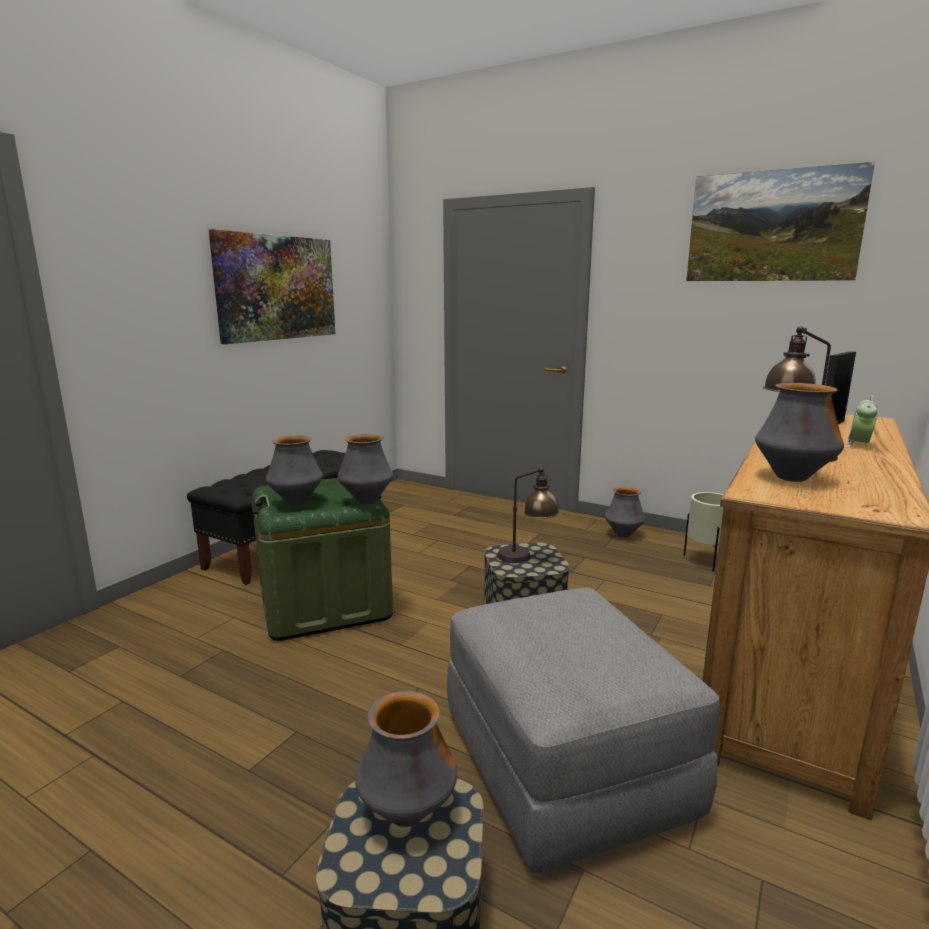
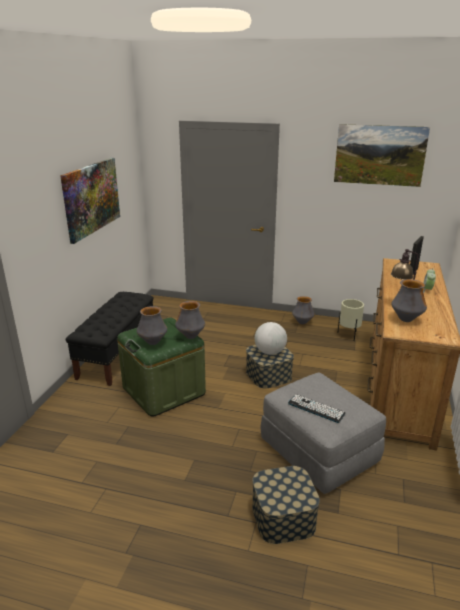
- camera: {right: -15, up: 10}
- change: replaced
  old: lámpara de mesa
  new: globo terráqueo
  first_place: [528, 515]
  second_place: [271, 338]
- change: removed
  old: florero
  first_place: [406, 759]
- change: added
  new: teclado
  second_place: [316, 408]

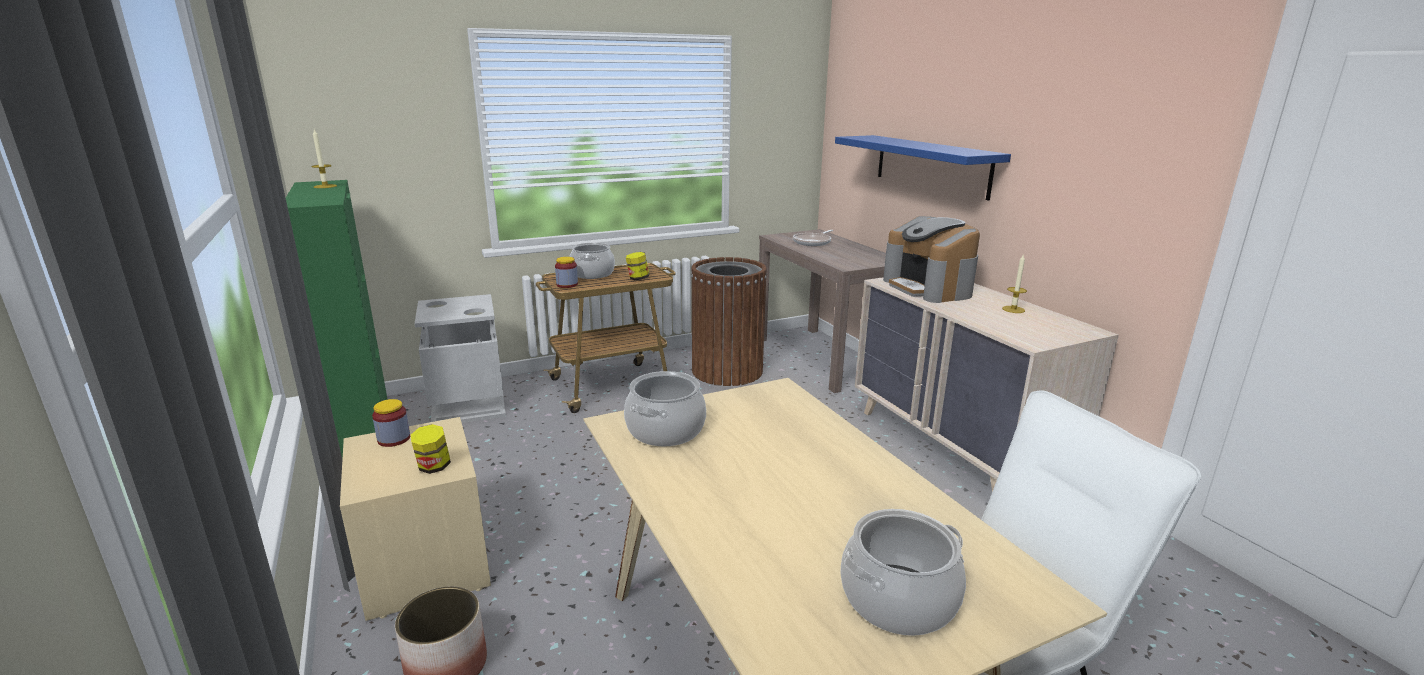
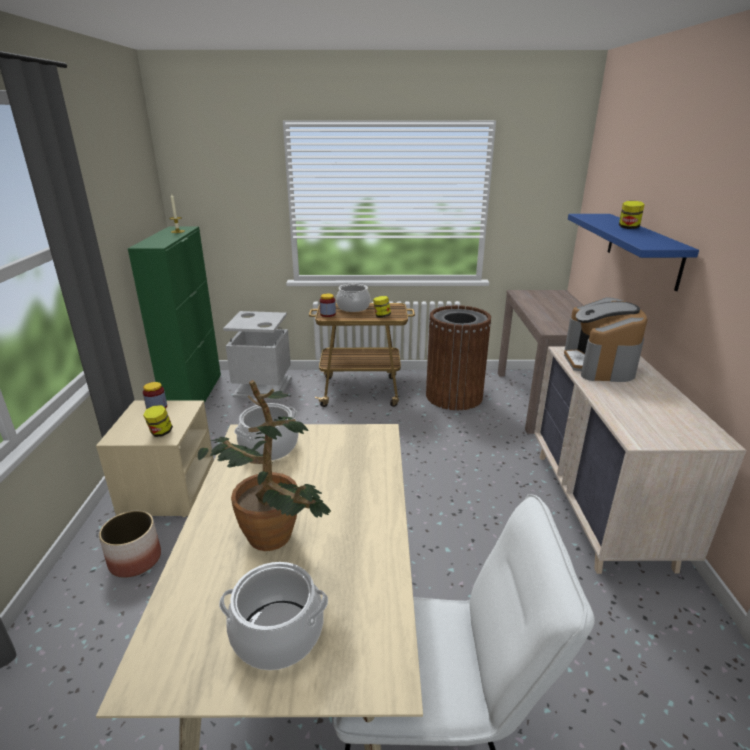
- camera: {right: 25, up: 5}
- change: removed
  old: sartén
  first_place: [813, 238]
- change: removed
  old: vela
  first_place: [1014, 284]
- change: added
  new: tarro
  second_place: [632, 215]
- change: added
  new: planta en maceta
  second_place: [264, 465]

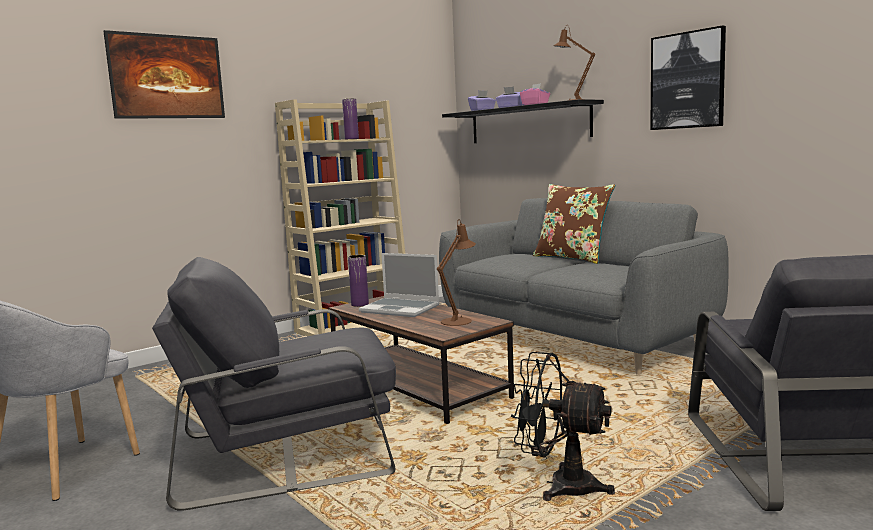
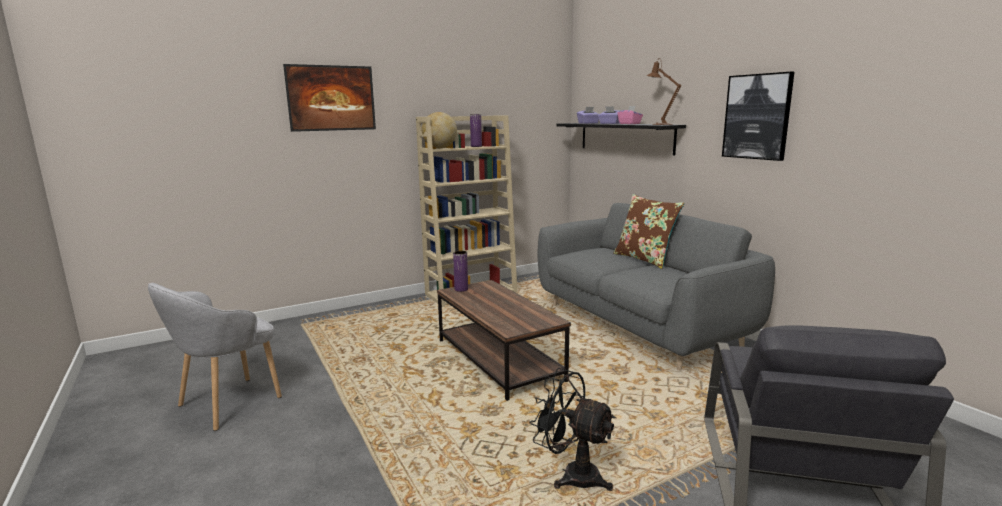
- camera: {right: 10, up: 5}
- change: removed
  old: lámpara de mesa/marrón
  first_place: [456, 272]
- change: removed
  old: portátil
  first_place: [399, 285]
- change: removed
  old: sillón/gris
  first_place: [274, 384]
- change: added
  new: globo terráqueo
  second_place: [439, 130]

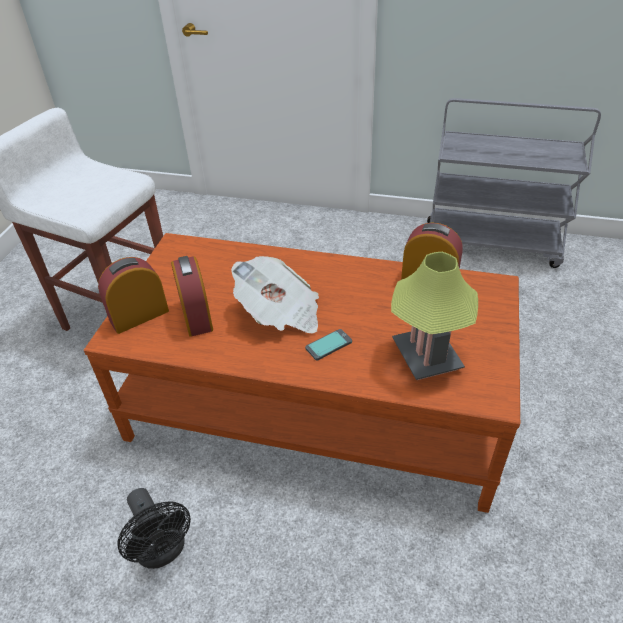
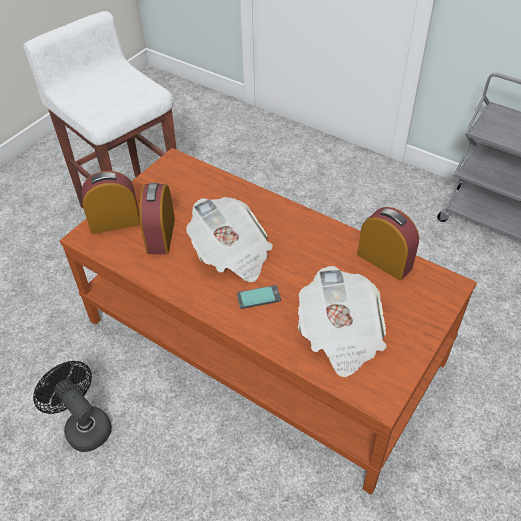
- camera: {right: 20, up: 5}
- change: replaced
  old: lámpara de mesa
  new: periódico
  first_place: [434, 316]
  second_place: [342, 321]
- change: turned
  old: ventilador/negro
  first_place: [154, 528]
  second_place: [72, 406]
  degrees: 150

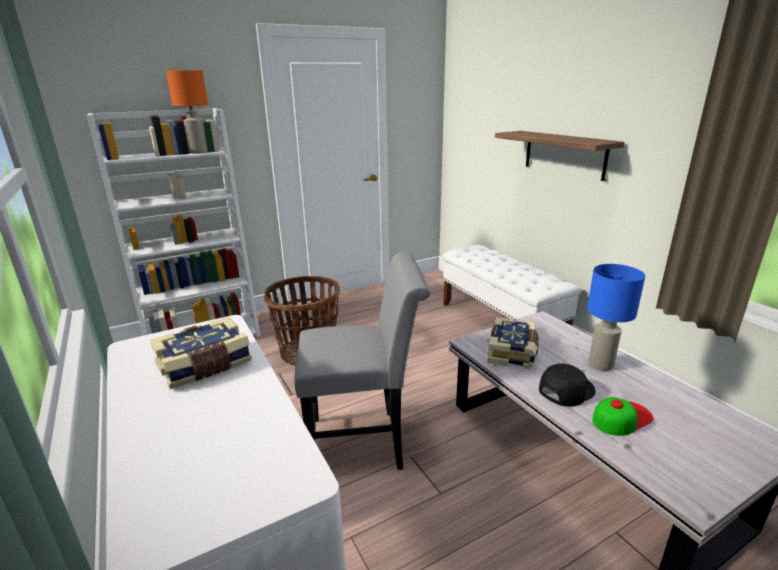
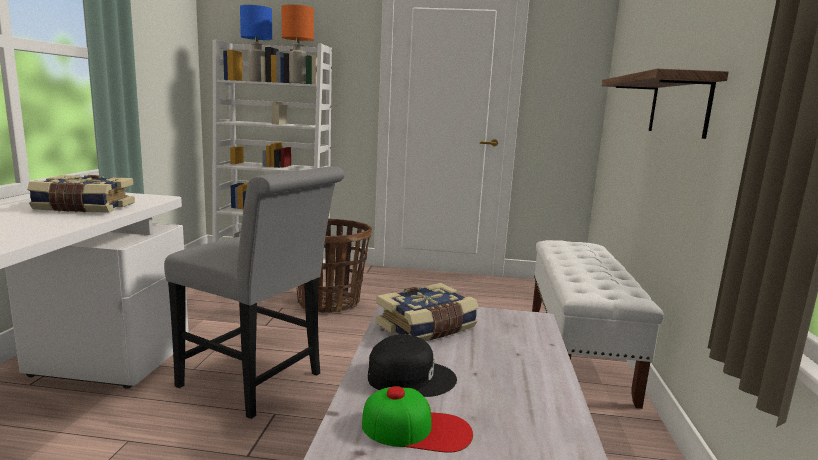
- camera: {right: 35, up: -10}
- change: moved
  old: lámpara de mesa/azul
  first_place: [616, 317]
  second_place: [256, 43]

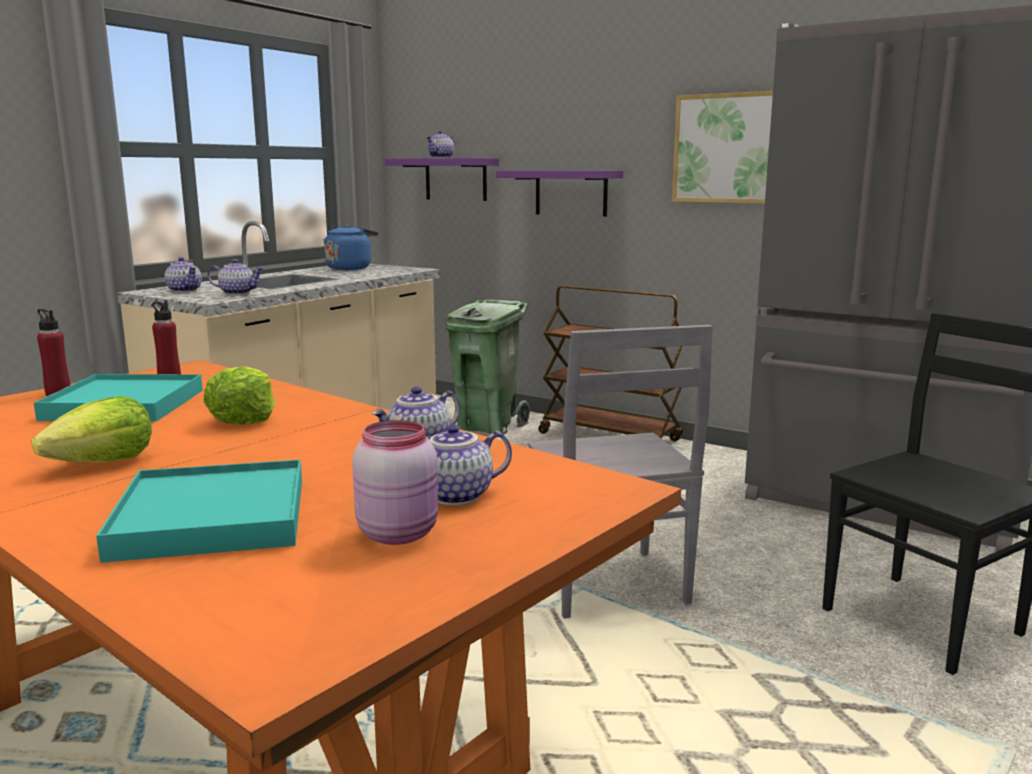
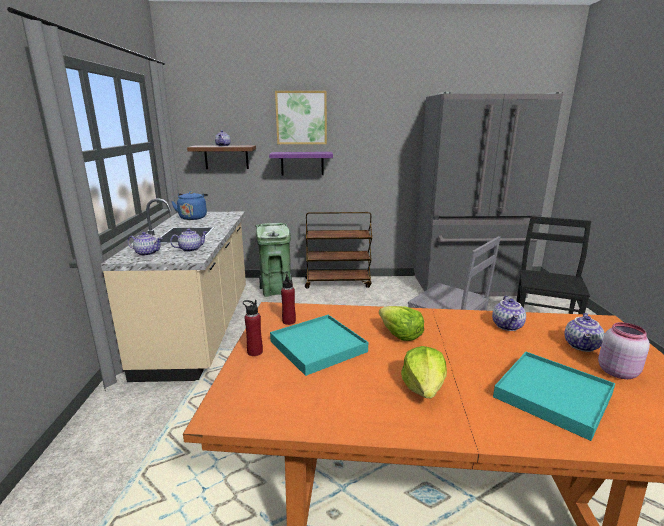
- camera: {right: -35, up: 5}
- change: moved
  old: cuadro
  first_place: [722, 147]
  second_place: [301, 117]
- change: recoloured
  old: estante/morado
  new: estante/marrón
  first_place: [442, 179]
  second_place: [221, 157]

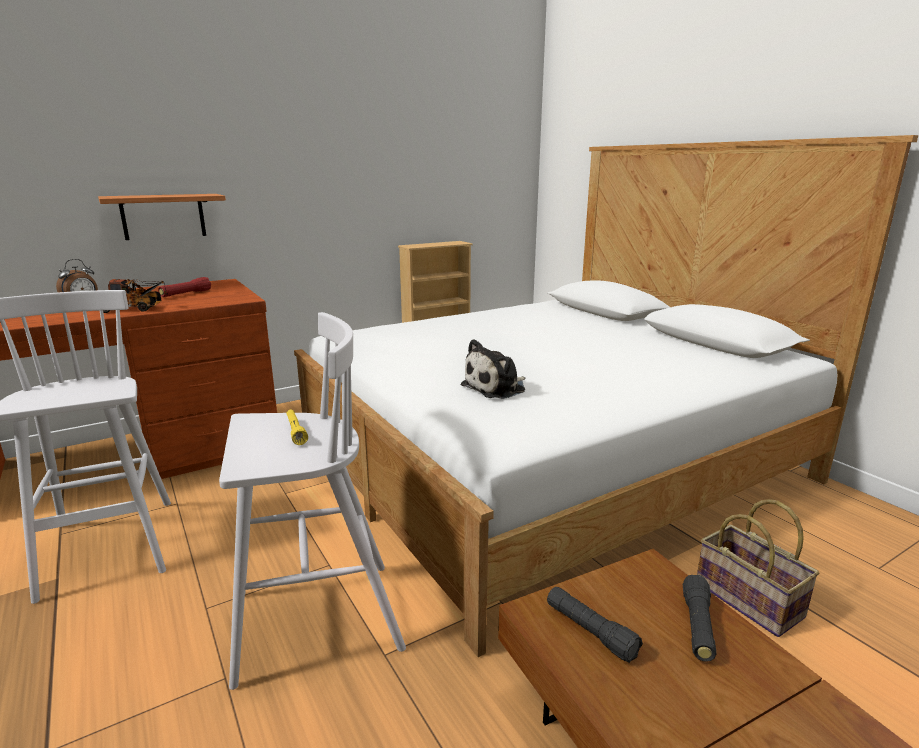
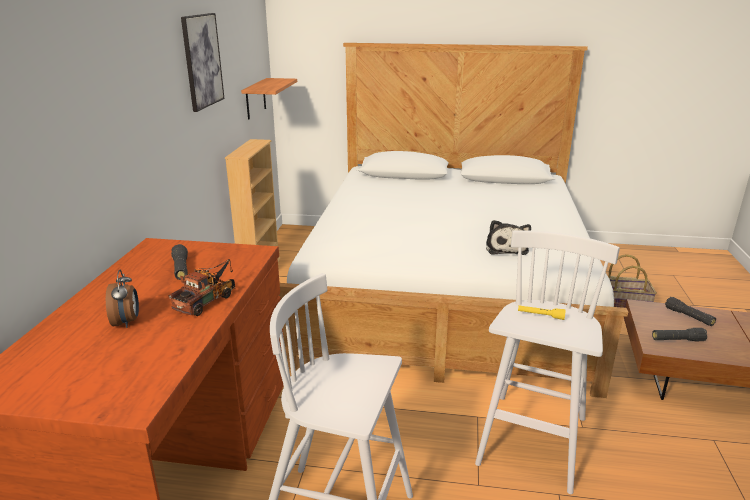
- camera: {right: -50, up: 5}
- change: moved
  old: estante
  first_place: [162, 217]
  second_place: [269, 98]
- change: recoloured
  old: linterna/rojo
  new: linterna/negro
  first_place: [184, 287]
  second_place: [179, 262]
- change: added
  new: cuadro
  second_place: [202, 62]

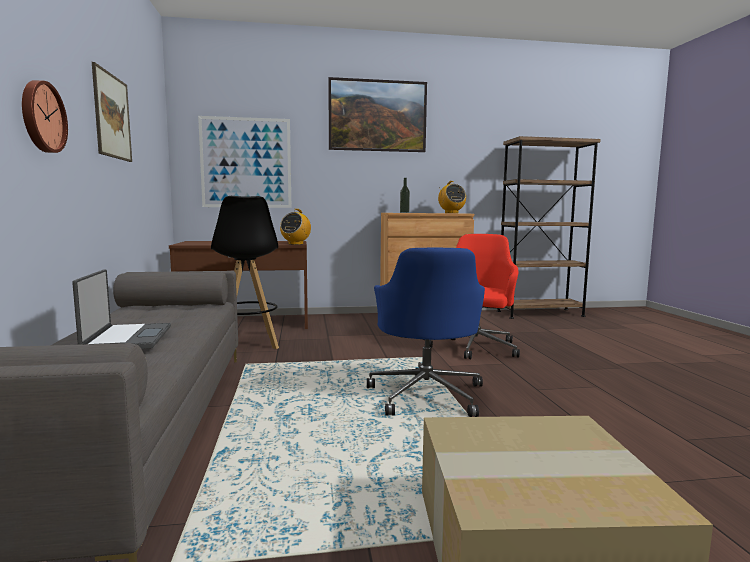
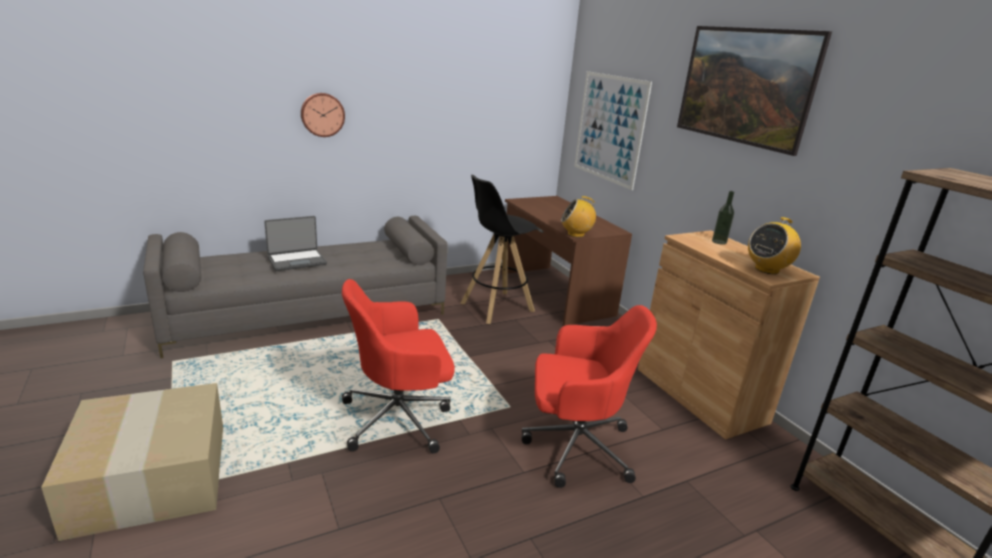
- camera: {right: 70, up: 15}
- change: removed
  old: cuadro
  first_place: [112, 112]
- change: recoloured
  old: silla de oficina/azul
  new: silla de oficina/rojo
  first_place: [426, 332]
  second_place: [398, 366]

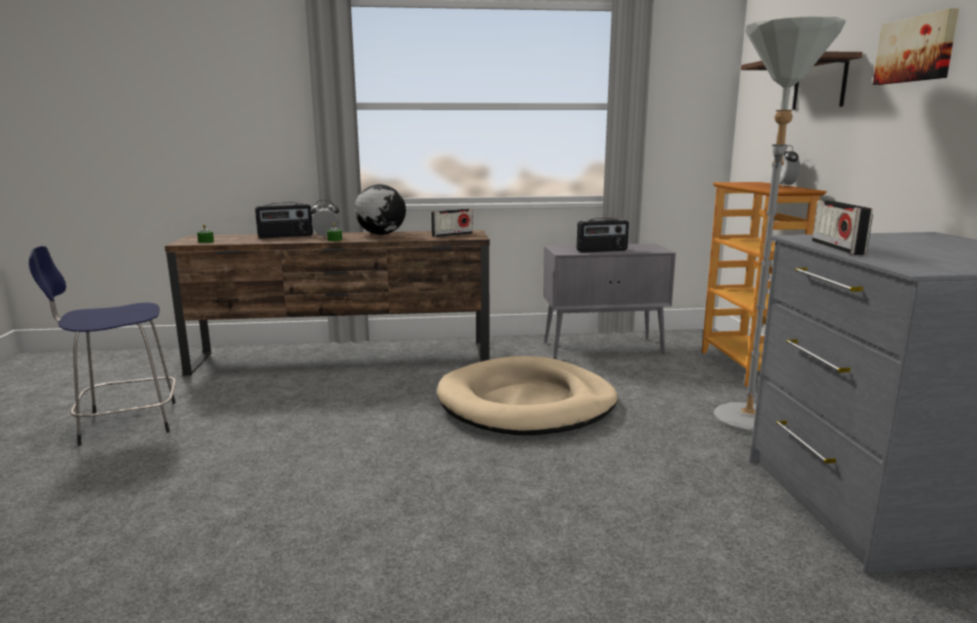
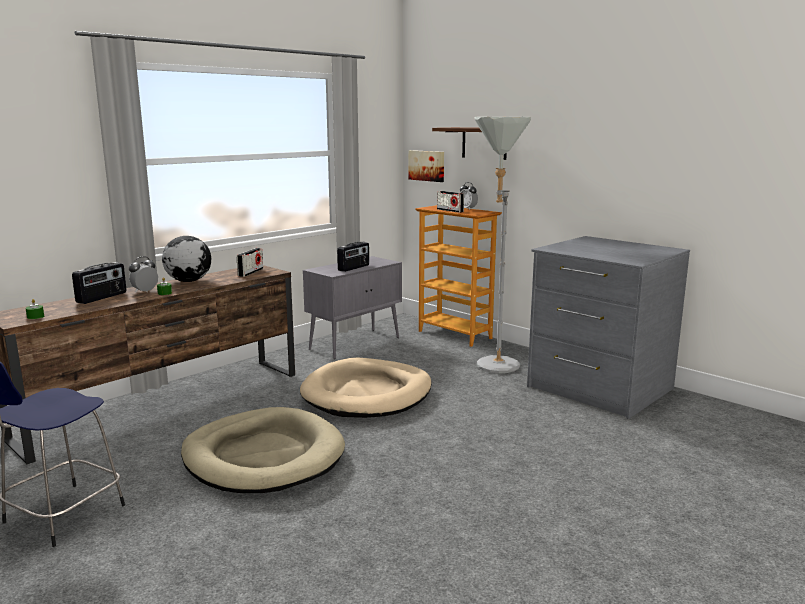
- camera: {right: -40, up: 0}
- change: moved
  old: cuadro
  first_place: [916, 46]
  second_place: [426, 166]
- change: moved
  old: radio
  first_place: [842, 227]
  second_place: [450, 202]
- change: added
  new: cama para perro/beis
  second_place: [263, 450]

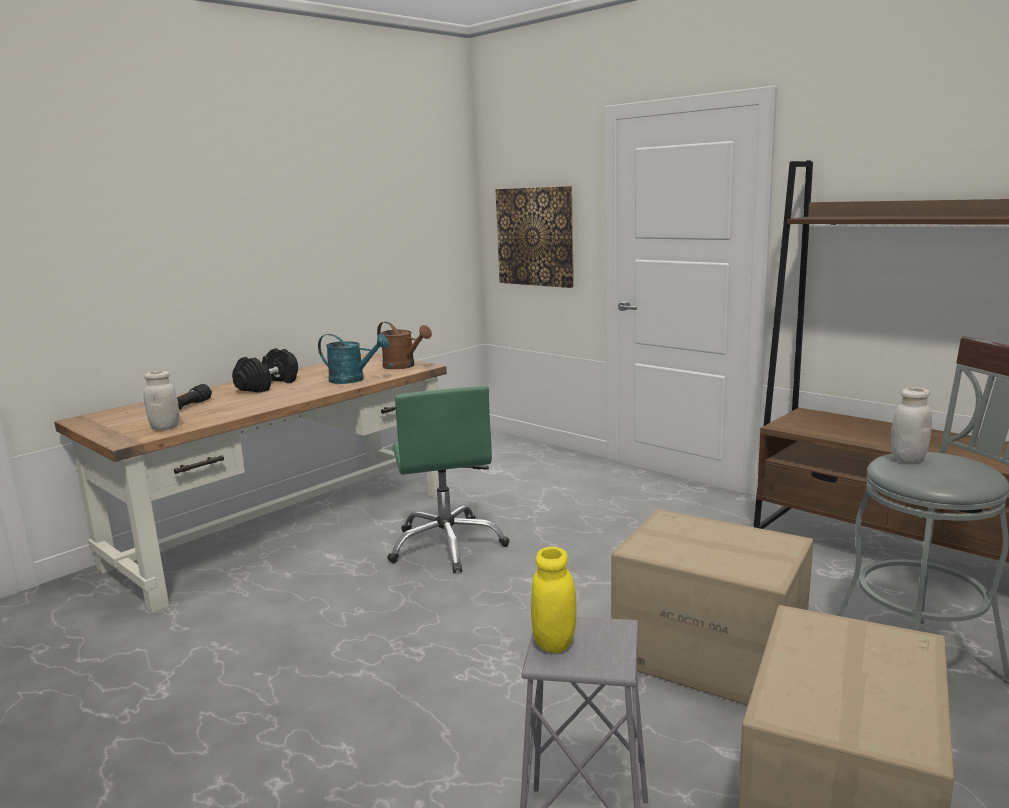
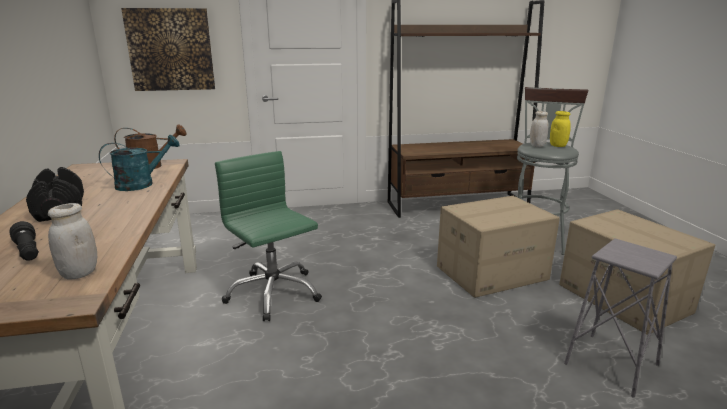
- camera: {right: -55, up: 5}
- change: turned
  old: silla de oficina/verde
  first_place: [448, 479]
  second_place: [268, 236]
  degrees: -150
- change: moved
  old: tarro/amarillo
  first_place: [553, 600]
  second_place: [560, 129]

